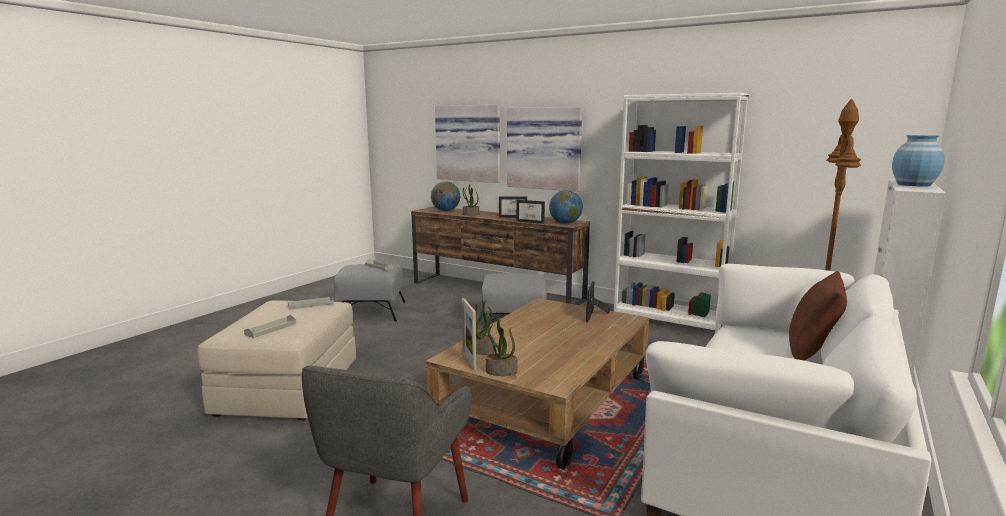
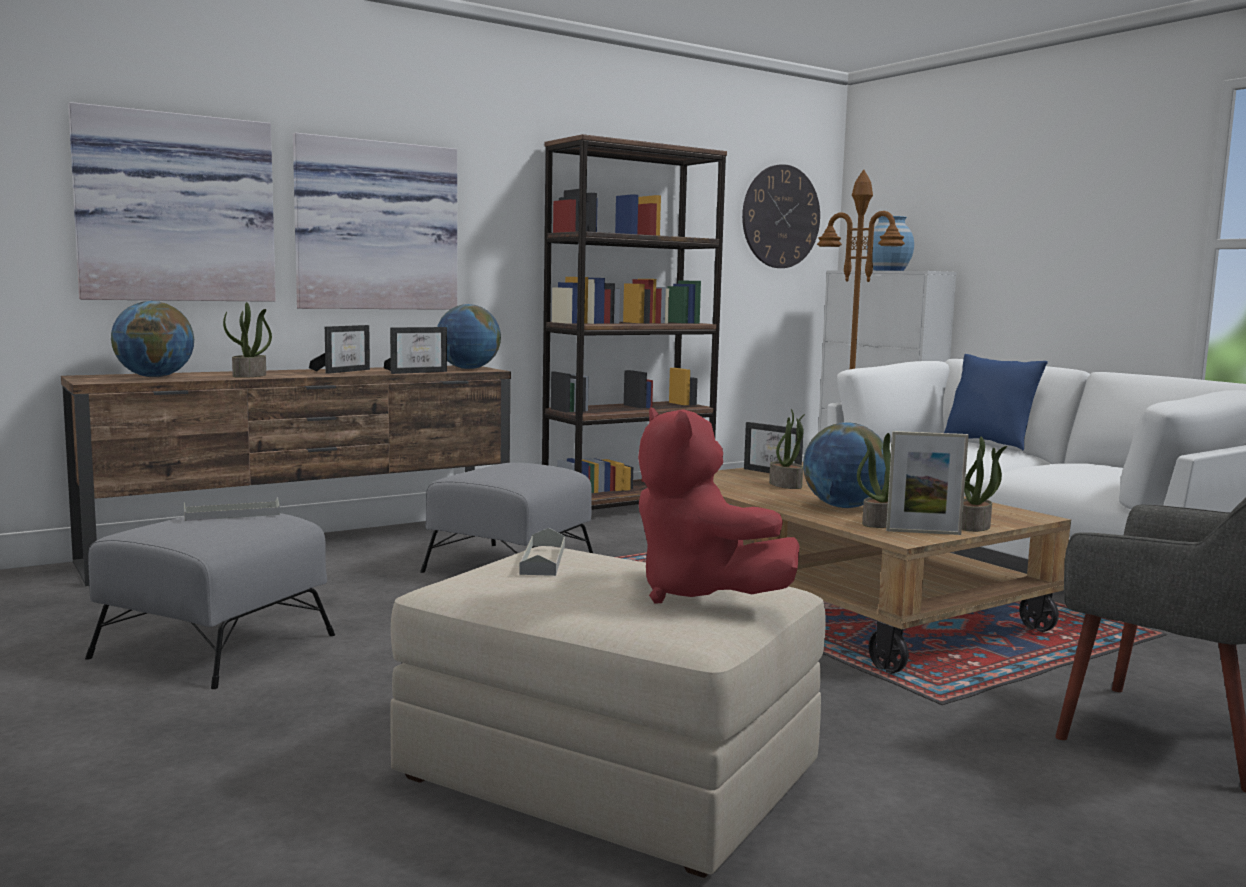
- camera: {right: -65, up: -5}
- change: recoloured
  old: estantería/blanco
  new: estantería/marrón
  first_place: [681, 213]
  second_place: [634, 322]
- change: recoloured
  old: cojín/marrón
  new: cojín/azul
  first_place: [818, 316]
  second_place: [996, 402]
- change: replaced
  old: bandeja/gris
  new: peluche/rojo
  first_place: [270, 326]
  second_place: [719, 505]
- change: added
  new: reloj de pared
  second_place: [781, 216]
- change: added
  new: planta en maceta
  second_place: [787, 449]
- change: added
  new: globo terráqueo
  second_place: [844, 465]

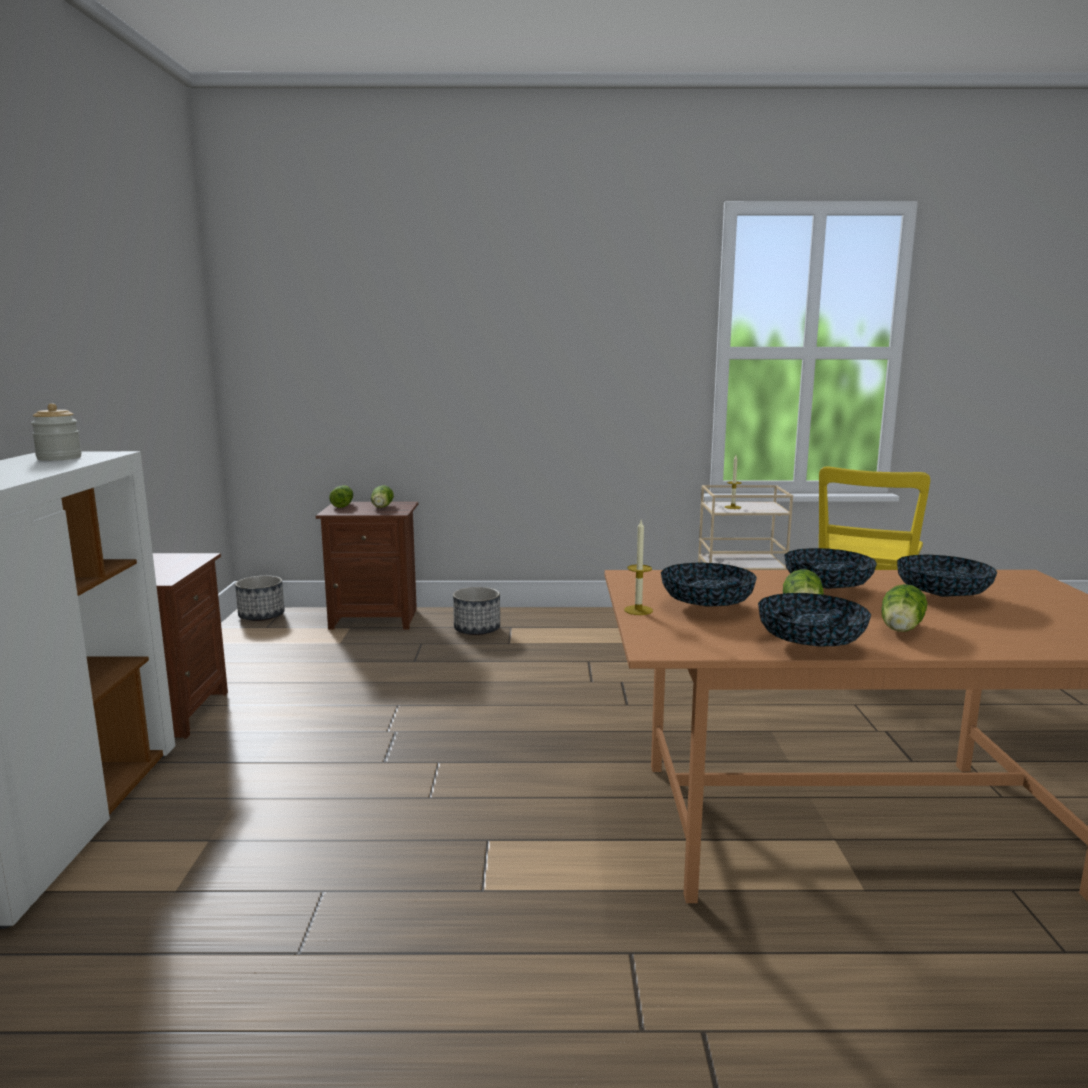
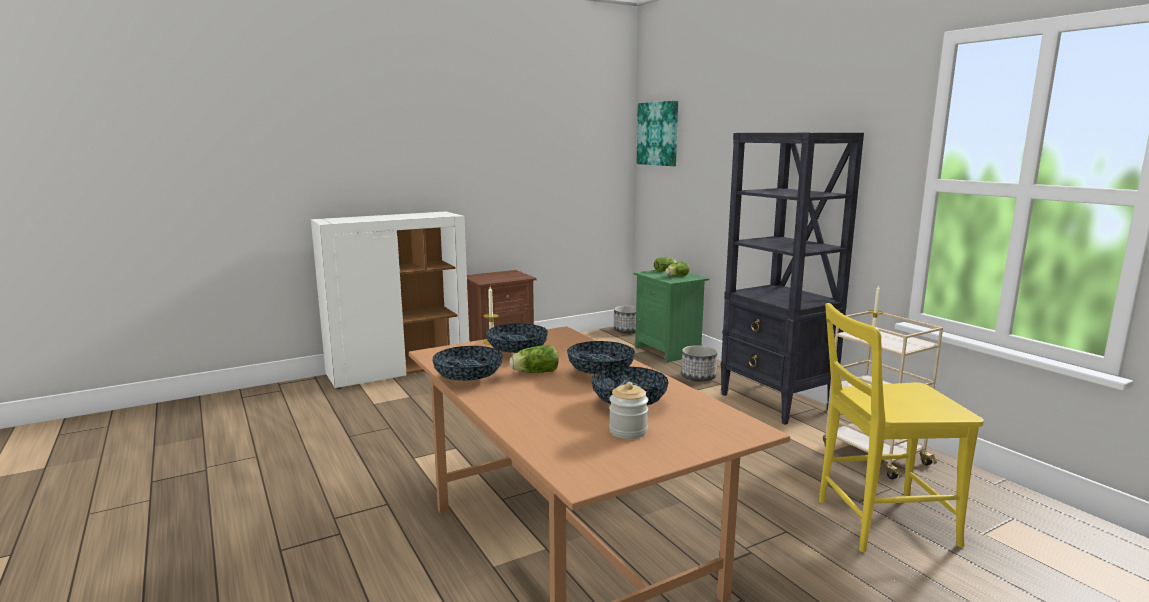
- camera: {right: 60, up: 0}
- change: moved
  old: tarro
  first_place: [56, 432]
  second_place: [628, 410]
- change: recoloured
  old: mesita de noche/marrón
  new: mesita de noche/verde
  first_place: [367, 566]
  second_place: [671, 316]
- change: removed
  old: lechuga
  first_place: [904, 608]
- change: added
  new: cuadro
  second_place: [657, 133]
- change: added
  new: estantería/negro
  second_place: [792, 279]

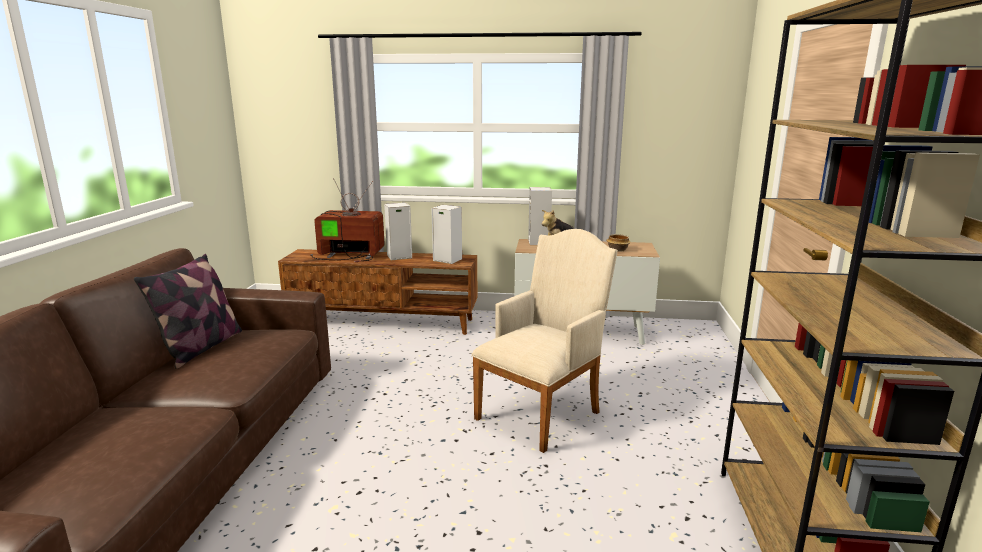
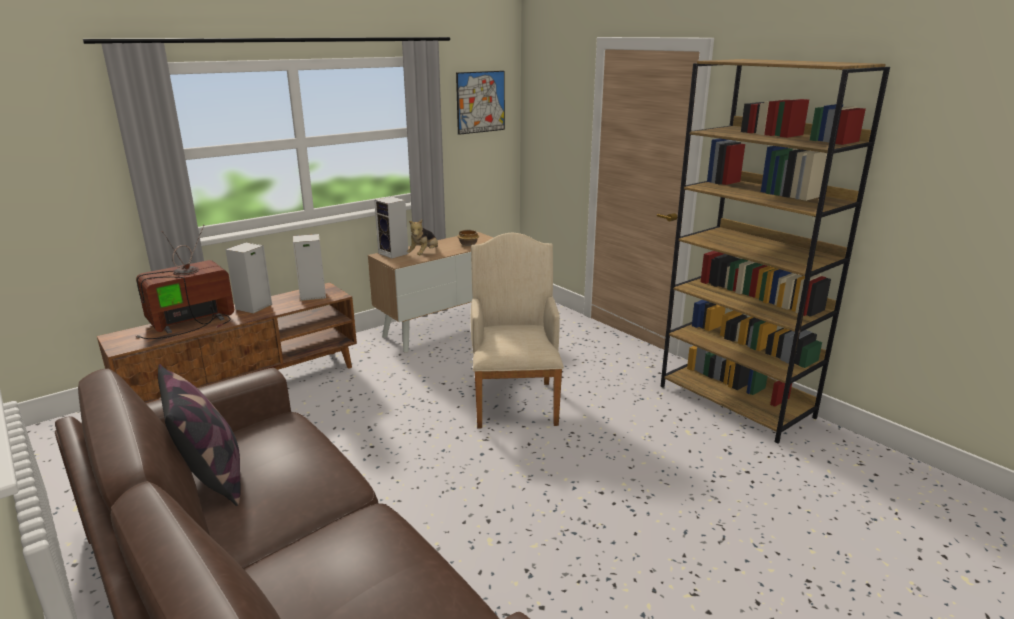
- camera: {right: -45, up: 5}
- change: added
  new: cuadro
  second_place: [480, 103]

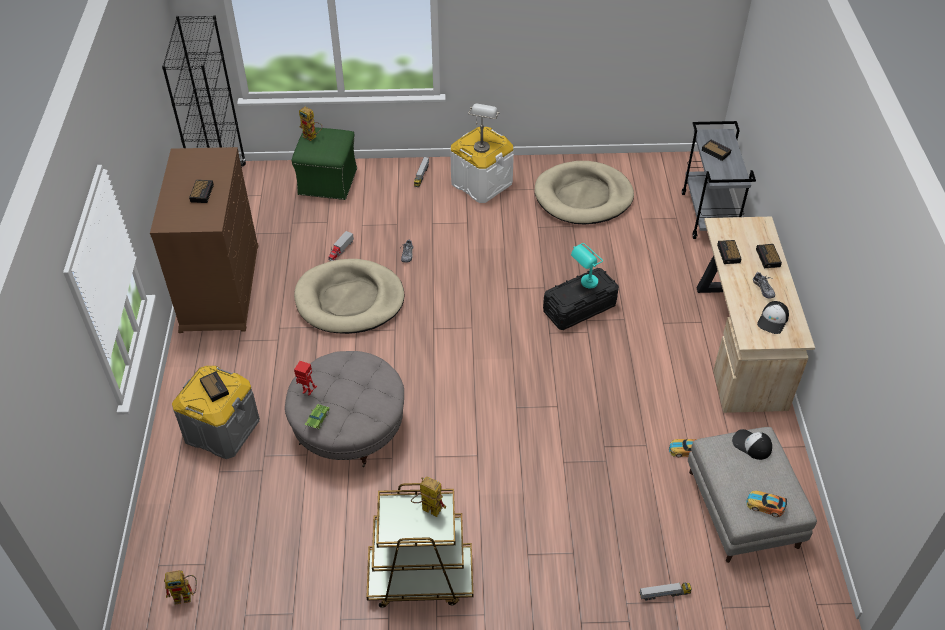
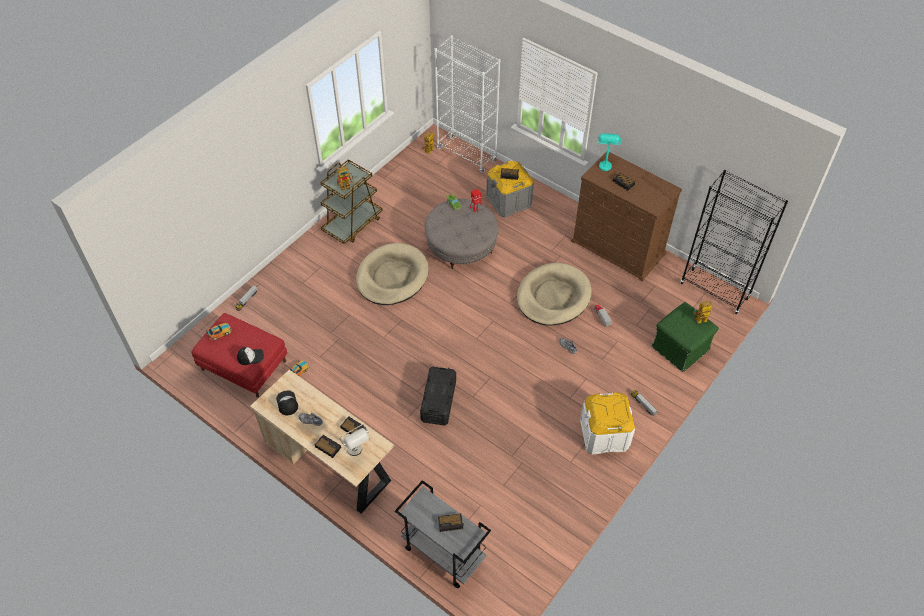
- camera: {right: 130, up: 5}
- change: moved
  old: lámpara de mesa/gris
  first_place: [484, 128]
  second_place: [354, 440]
- change: moved
  old: cama para perro/beis
  first_place: [584, 192]
  second_place: [392, 274]
- change: moved
  old: lámpara de mesa/turquesa
  first_place: [587, 265]
  second_place: [609, 152]
- change: recoloured
  old: puf/gris
  new: puf/rojo
  first_place: [752, 495]
  second_place: [239, 355]
- change: added
  new: estantería/blanco
  second_place: [467, 104]

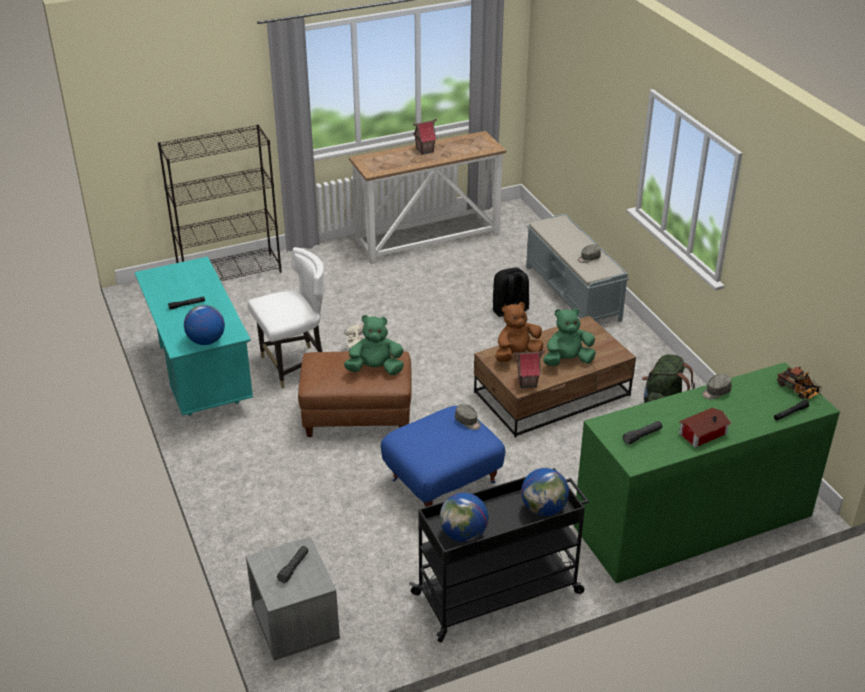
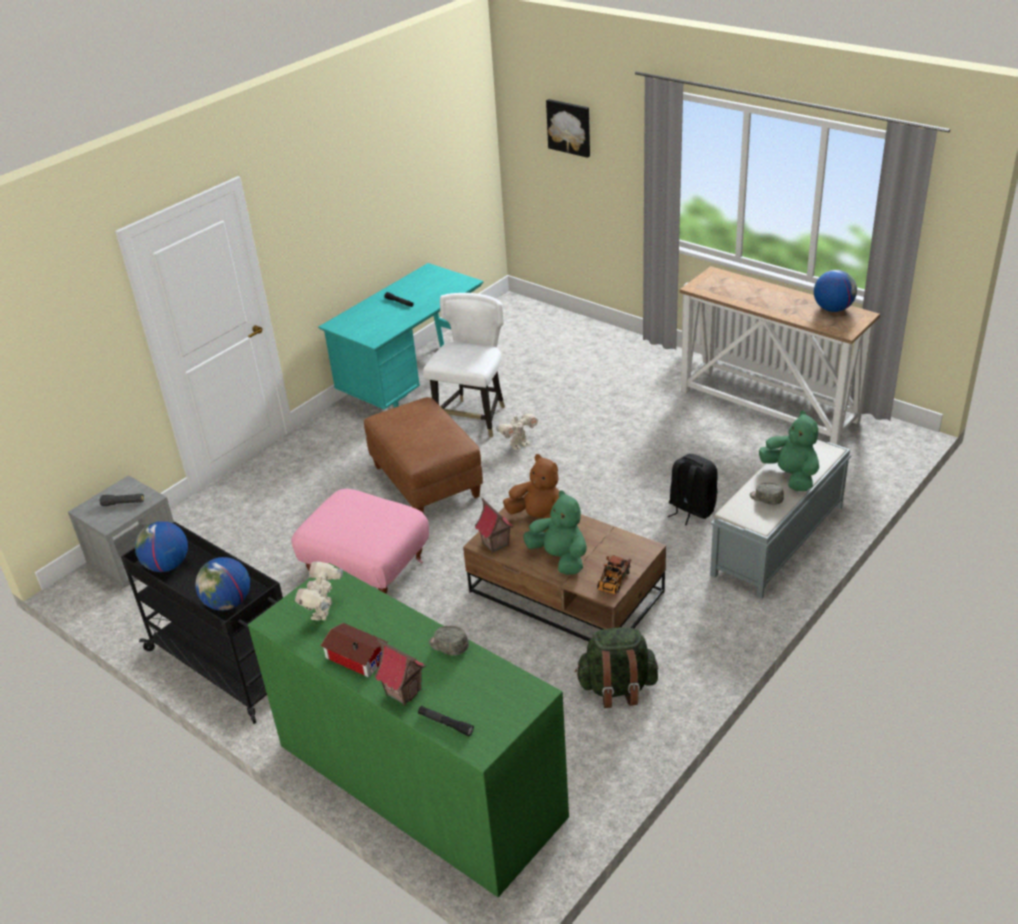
- camera: {right: 65, up: 0}
- change: moved
  old: casita
  first_place: [425, 137]
  second_place: [400, 672]
- change: removed
  old: estantería/negro
  first_place: [220, 203]
- change: turned
  old: silla/blanco
  first_place: [286, 318]
  second_place: [464, 365]
  degrees: -105
- change: moved
  old: globo terráqueo
  first_place: [204, 325]
  second_place: [835, 291]
- change: moved
  old: peluche/verde
  first_place: [374, 345]
  second_place: [789, 451]
- change: moved
  old: camión de juguete
  first_place: [799, 383]
  second_place: [614, 574]
- change: removed
  old: gorra/gris
  first_place: [468, 417]
- change: recoloured
  old: puf/azul
  new: puf/rosa
  first_place: [443, 456]
  second_place: [360, 541]
- change: replaced
  old: linterna/negro
  new: robot de juguete
  first_place: [642, 432]
  second_place: [319, 591]
- change: added
  new: cuadro
  second_place: [568, 128]

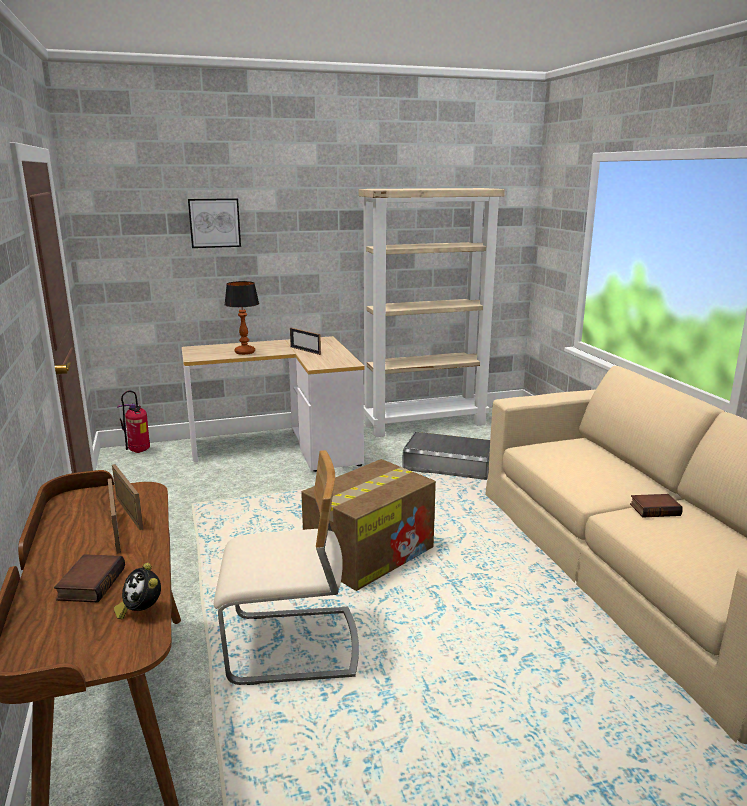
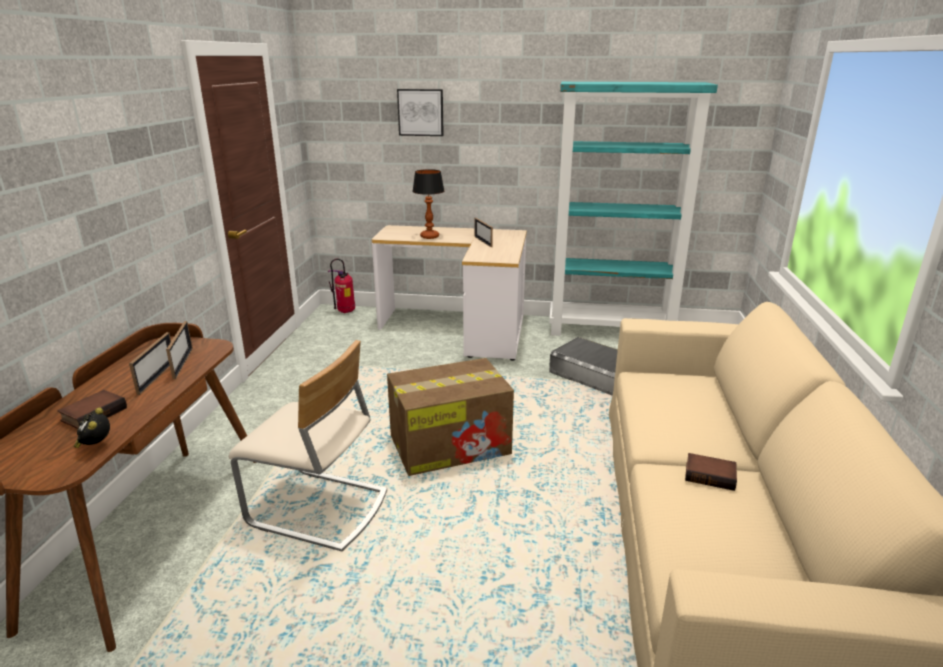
- camera: {right: 25, up: 5}
- change: recoloured
  old: estantería/beis
  new: estantería/turquesa
  first_place: [432, 312]
  second_place: [633, 209]

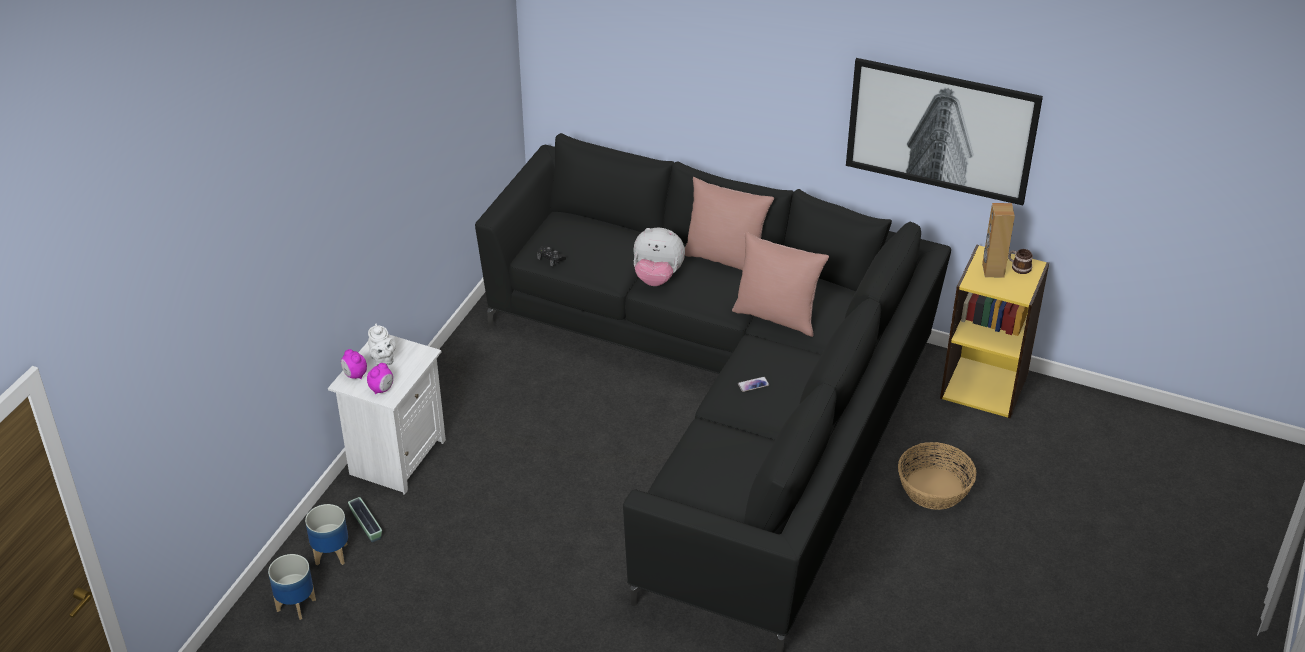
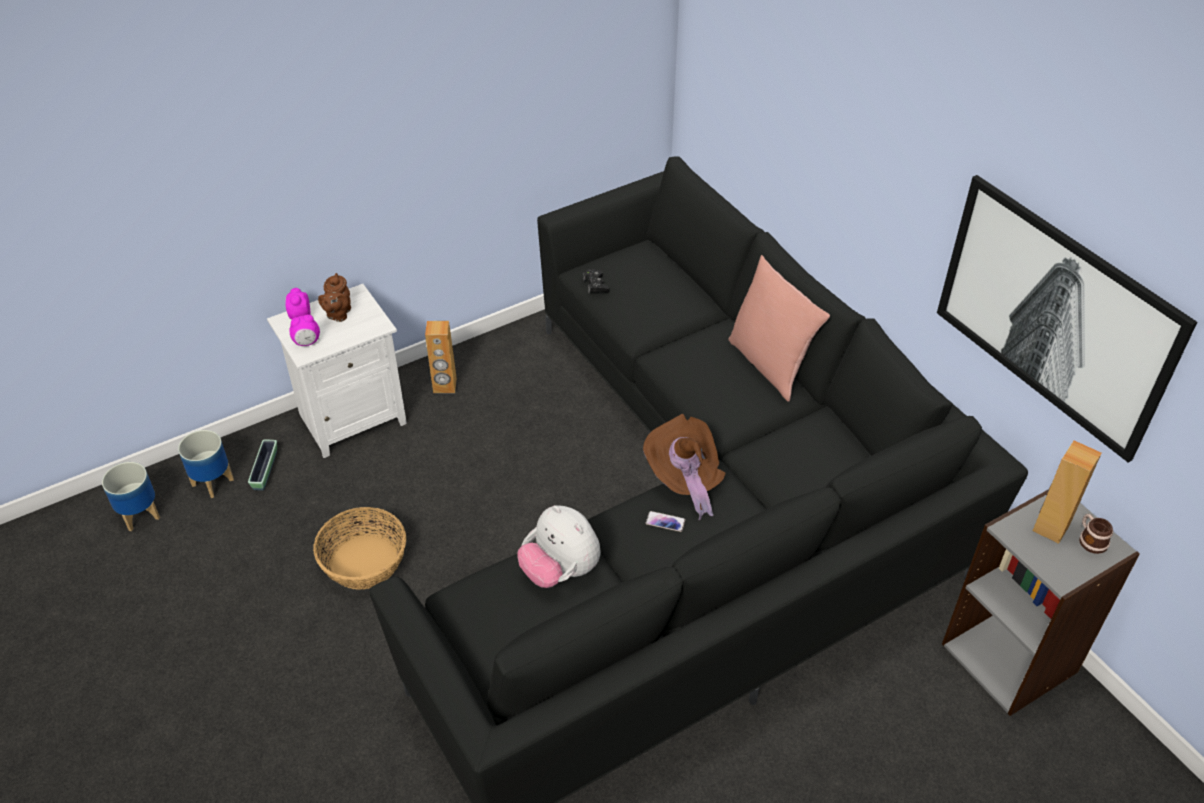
- camera: {right: 35, up: 5}
- change: moved
  old: peluche
  first_place: [659, 257]
  second_place: [559, 546]
- change: removed
  old: cojín/rosa
  first_place: [780, 284]
- change: recoloured
  old: estantería/amarillo
  new: estantería/gris
  first_place: [994, 331]
  second_place: [1041, 602]
- change: recoloured
  old: tetera/blanco
  new: tetera/marrón
  first_place: [382, 344]
  second_place: [334, 297]
- change: moved
  old: cesta
  first_place: [937, 476]
  second_place: [359, 548]
- change: added
  new: altavoz/marrón
  second_place: [441, 357]
- change: added
  new: sombrero/marrón
  second_place: [684, 467]

